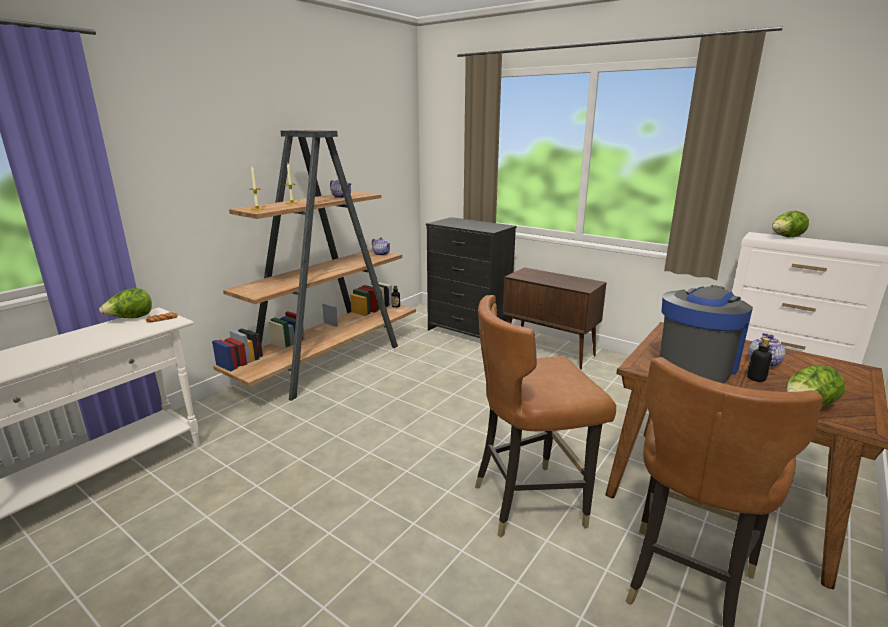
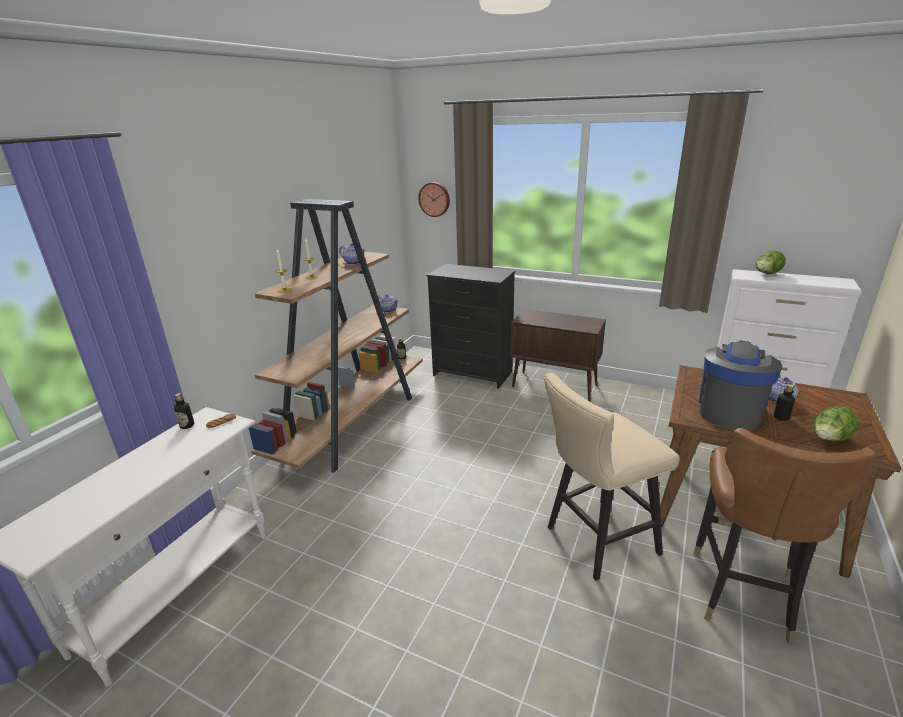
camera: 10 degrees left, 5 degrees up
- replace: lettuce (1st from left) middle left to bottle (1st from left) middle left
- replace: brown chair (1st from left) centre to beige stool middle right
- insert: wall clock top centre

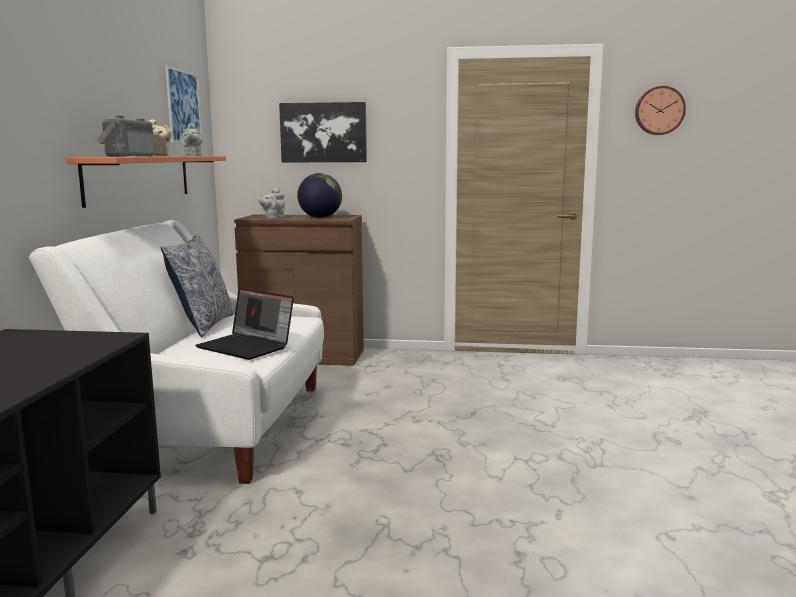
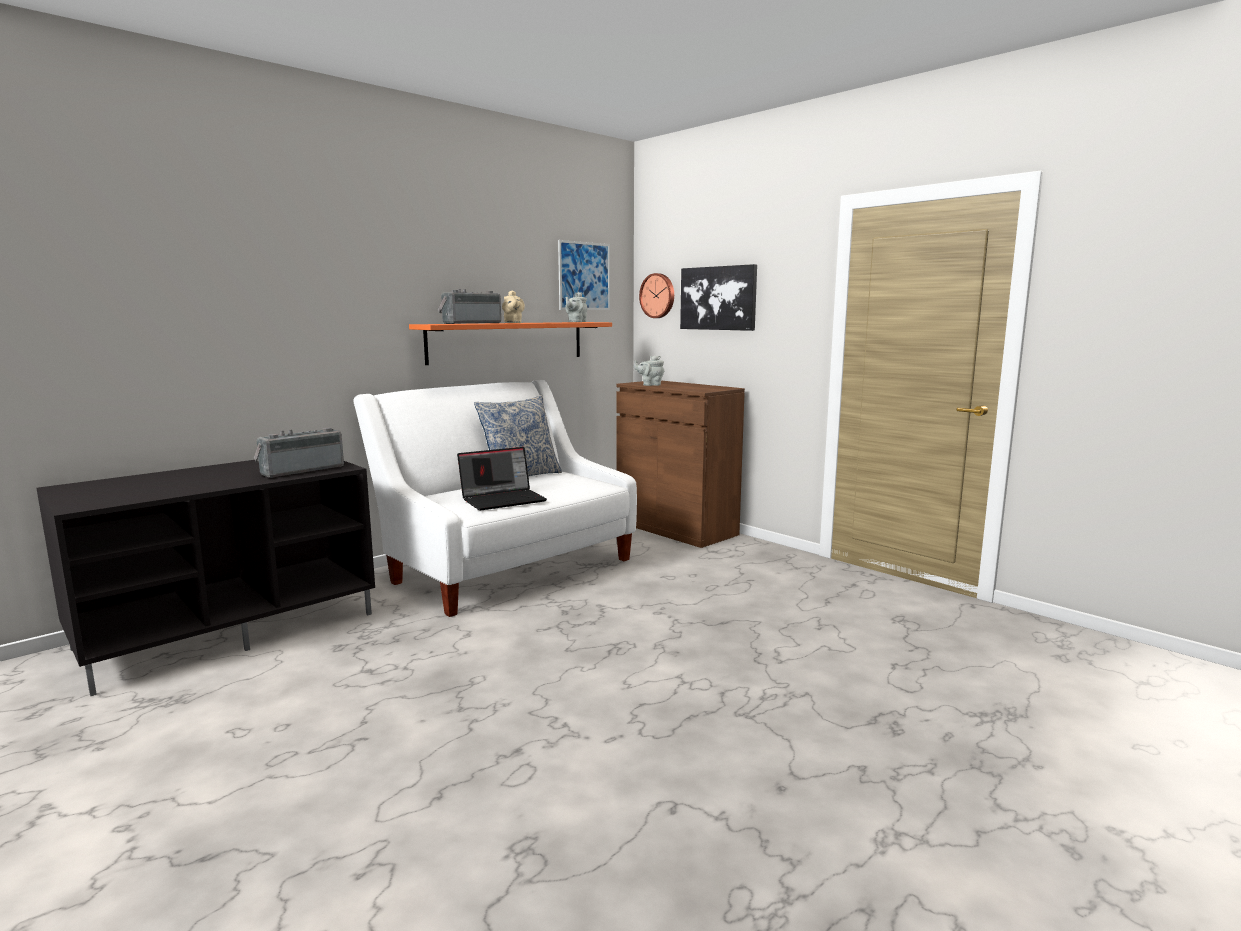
camera: 40 degrees right, 0 degrees up
- rotate: laptop middle left = centre 105 degrees counterclockwise
- delete: globe top centre
- move: wall clock top right to top centre
- insert: radio (1st from left) middle left

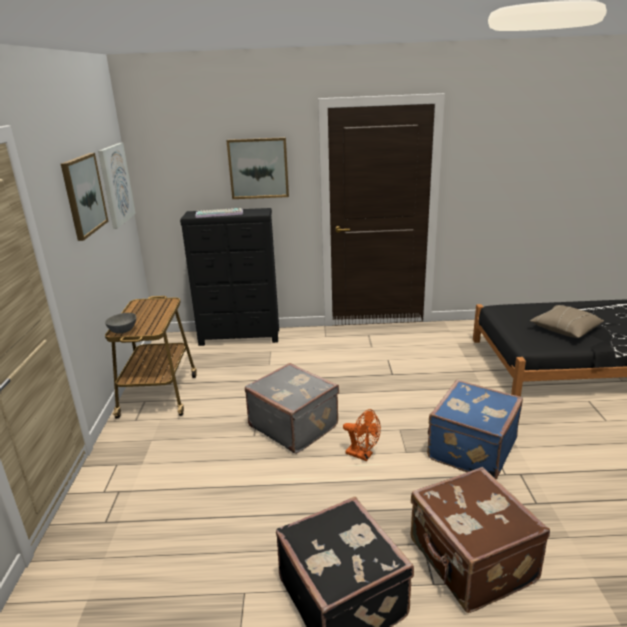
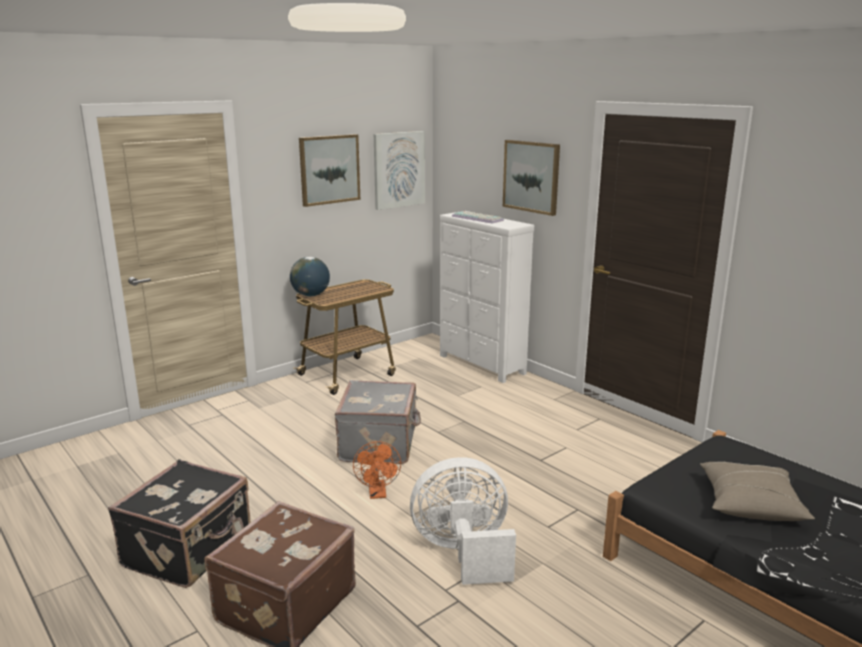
camera: 50 degrees right, 5 degrees down
- replace: grey bowl middle left to globe centre
- recolor: black dresser centre to white dresser centre
- replace: blue suitcase bottom right to white fan bottom centre

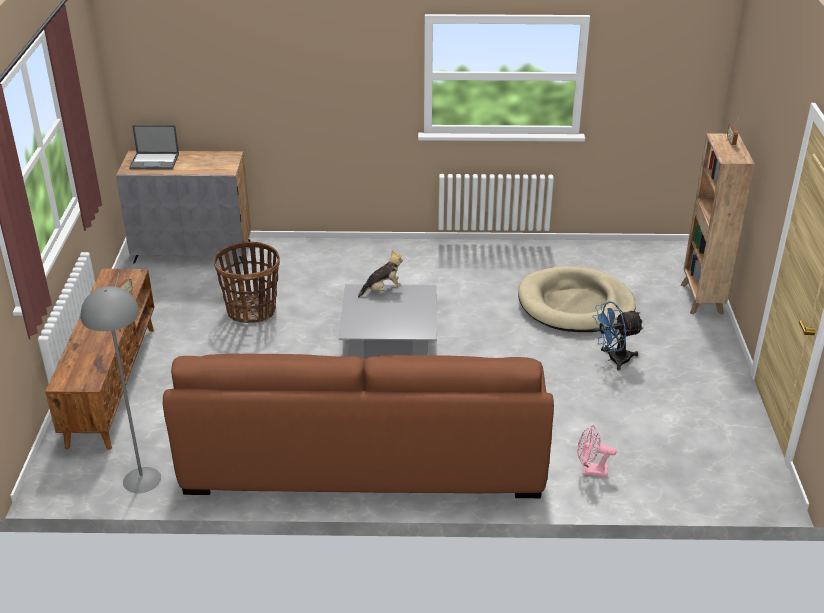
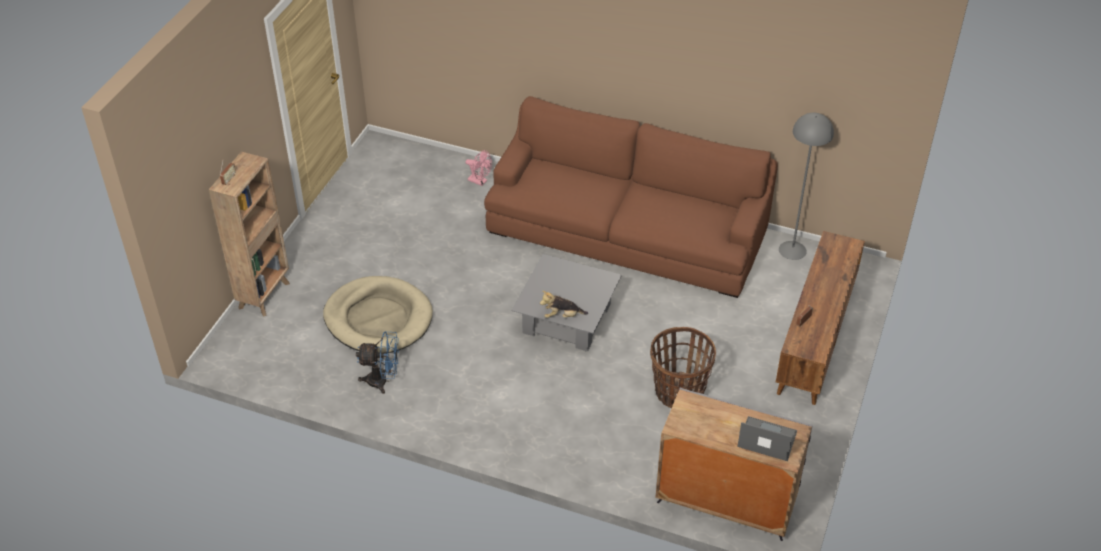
camera: 160 degrees left, 10 degrees up
- move: blue fan middle right to centre

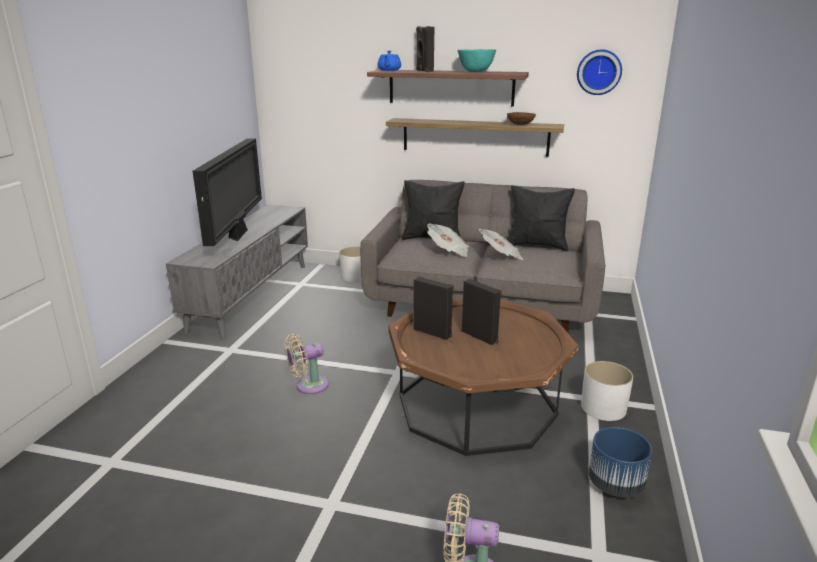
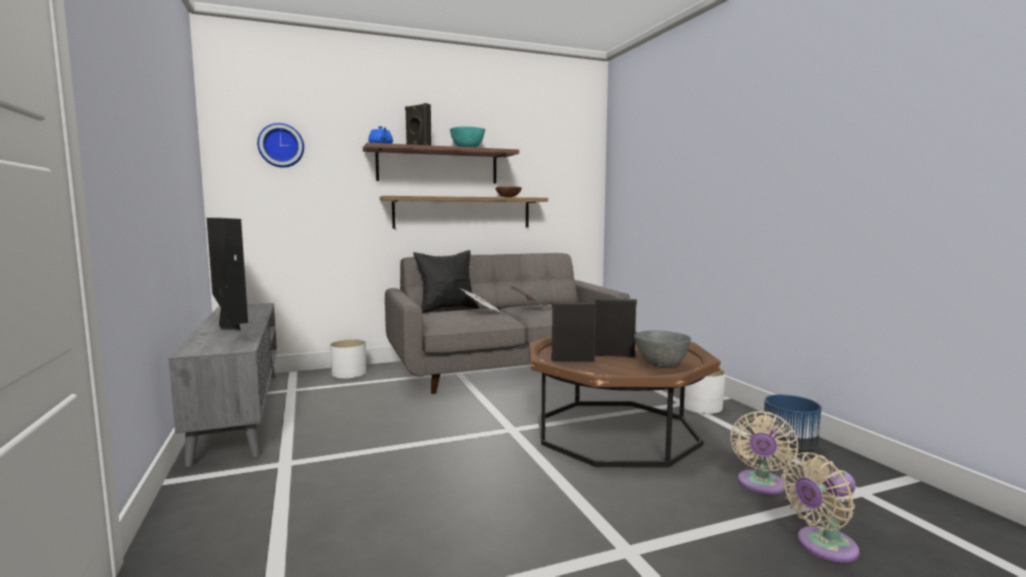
camera: 35 degrees left, 15 degrees down
- move: beige fan (1st from left) centre to bottom right
- delete: black pillow (2nd from left) centre
- move: wall clock top right to top left
- insert: grey bowl centre

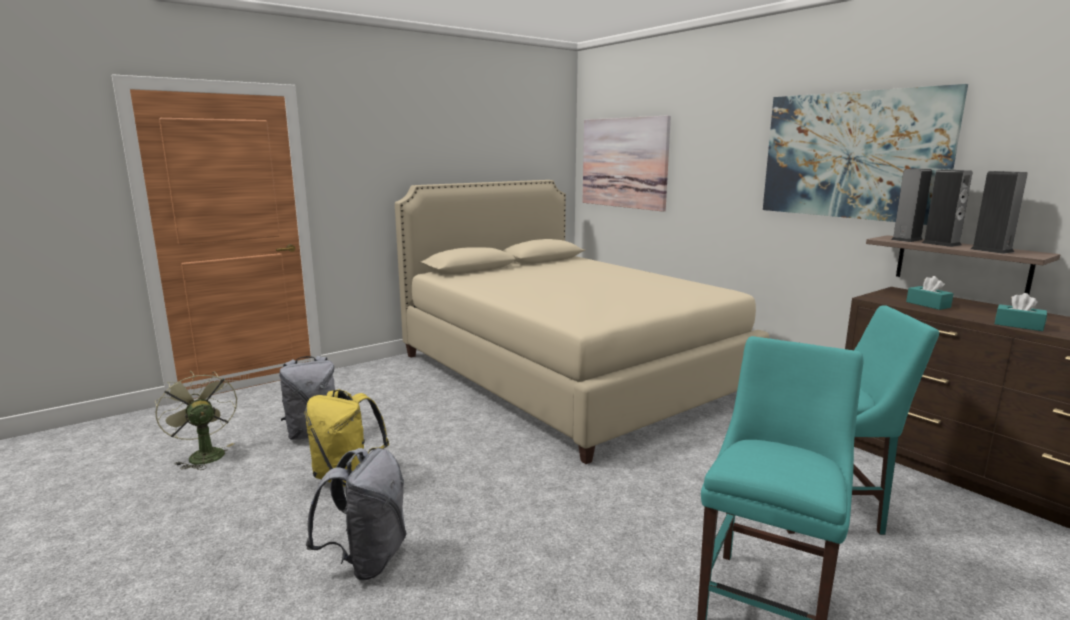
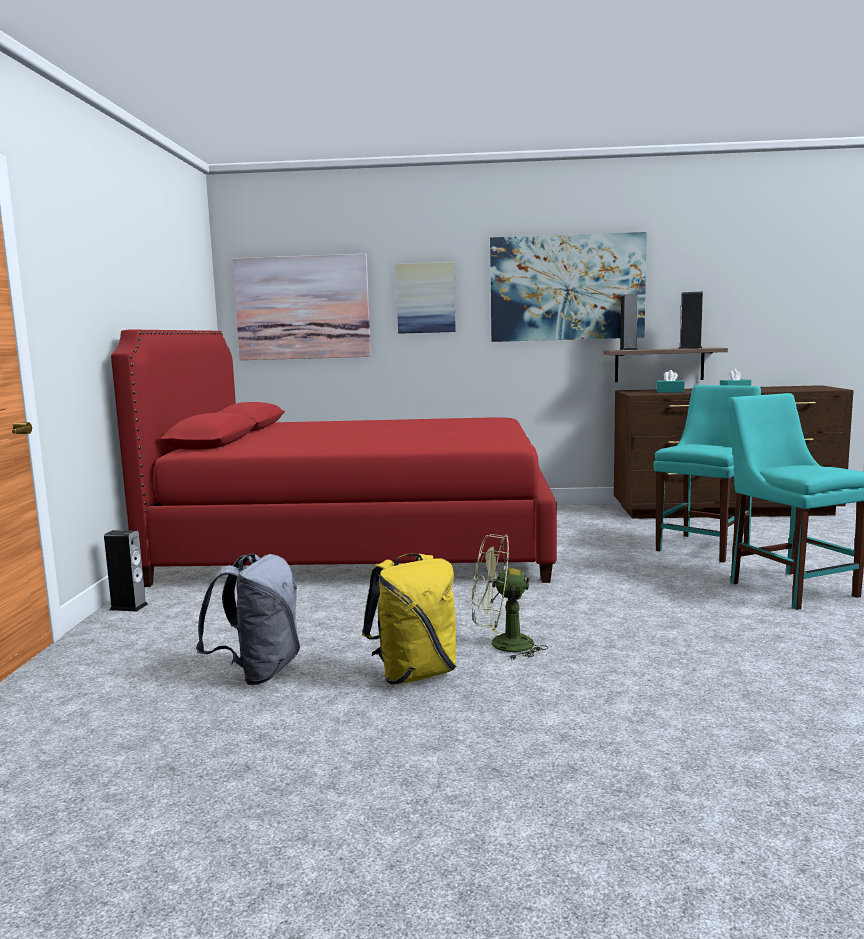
camera: 50 degrees left, 5 degrees down
- move: green fan bottom left to centre
- delete: grey backpack (2nd from left) bottom left
- recolor: beige bed centre to red bed centre
- move: speaker (2nd from left in the first image) middle right to speaker (1st from left) middle left
- insert: picture (2nd from left) top centre

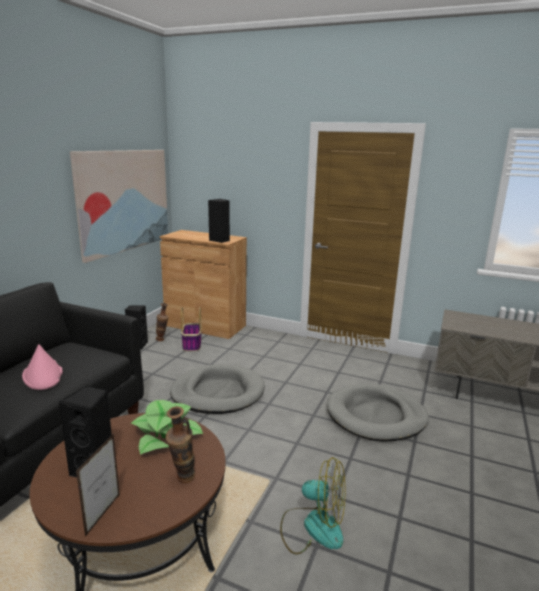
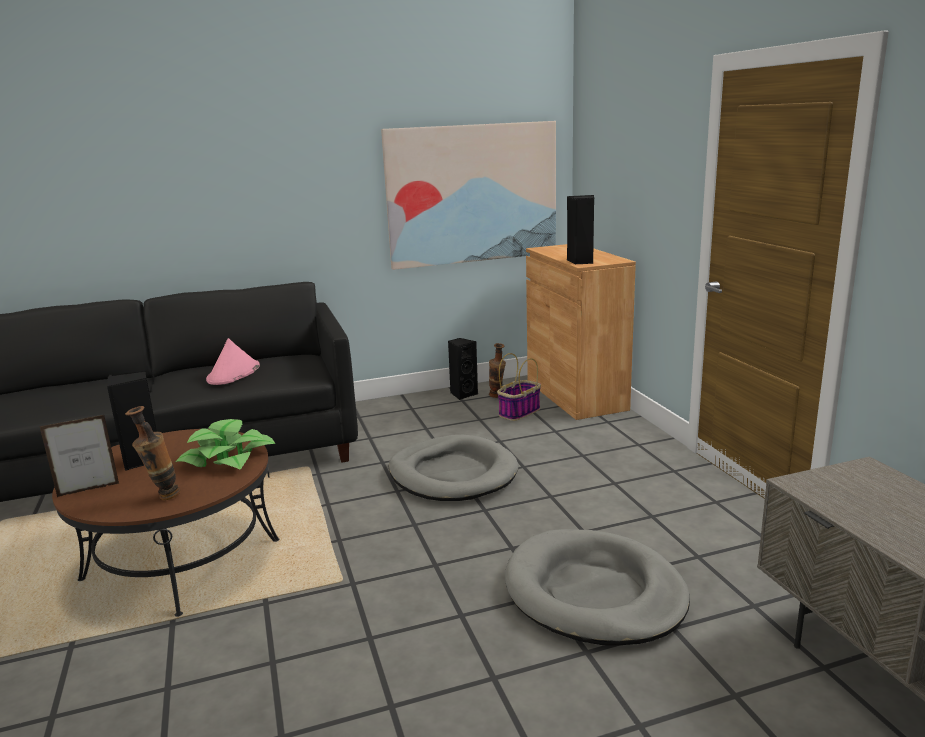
camera: 50 degrees right, 0 degrees up
- delete: fan bottom centre

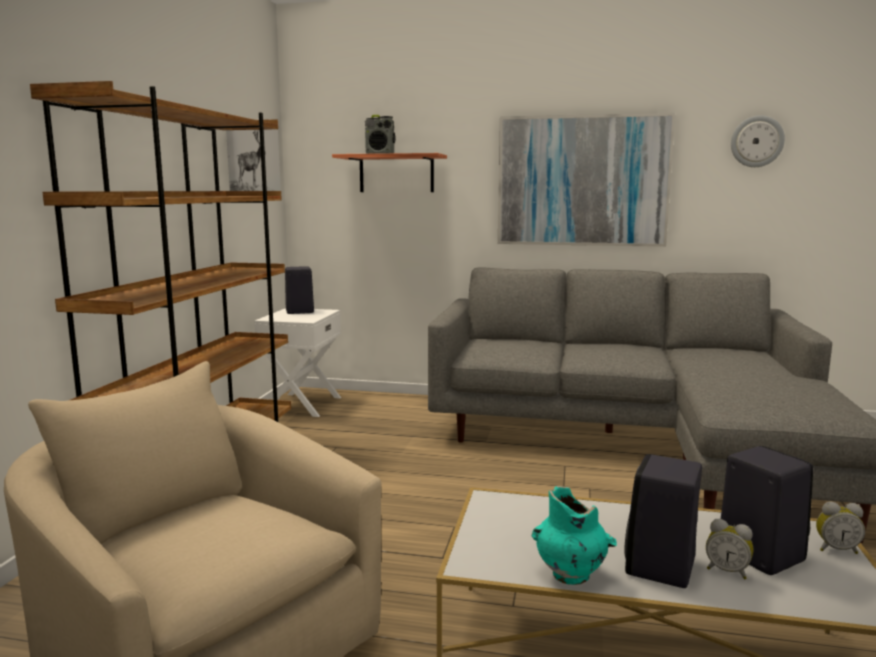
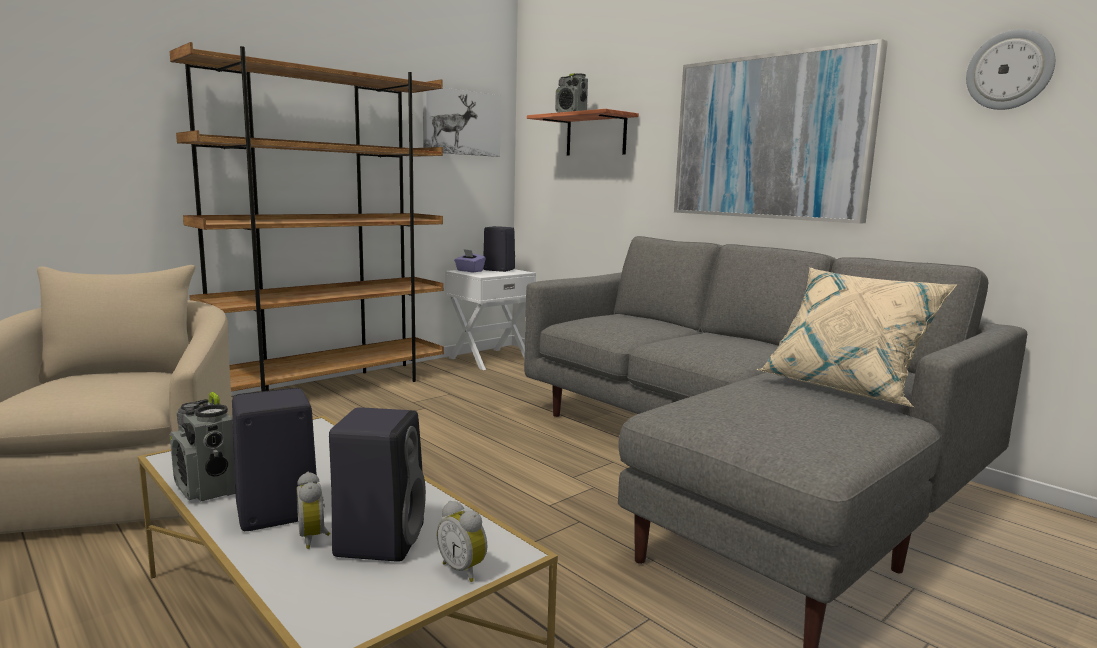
camera: 35 degrees right, 0 degrees up
- replace: turquoise vase bottom centre to radio (1st from left) bottom left
- insert: purple tissue box centre
- insert: beige pillow middle right

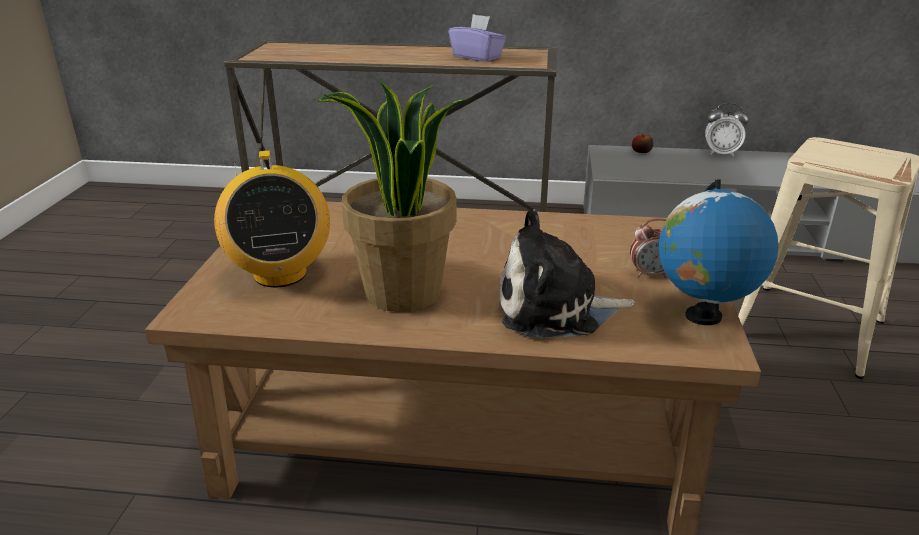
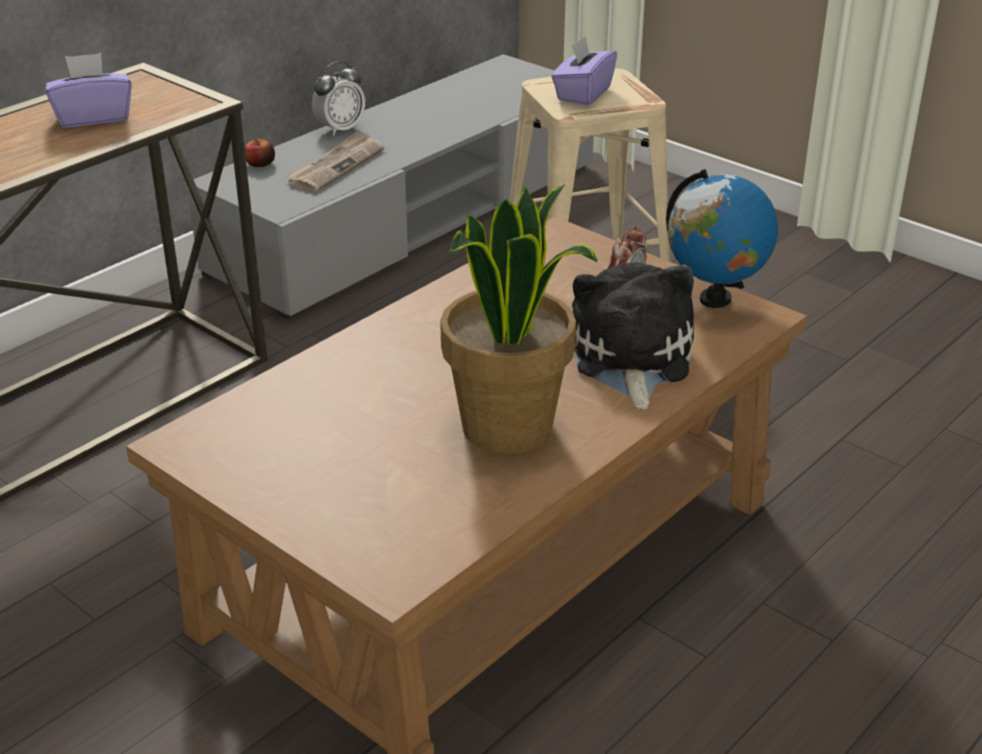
camera: 55 degrees left, 5 degrees up
- delete: radio middle left
- rotate: plush toy centre = centre 150 degrees clockwise
- insert: newspaper top centre
- insert: purple tissue box (2nd from left) top centre

